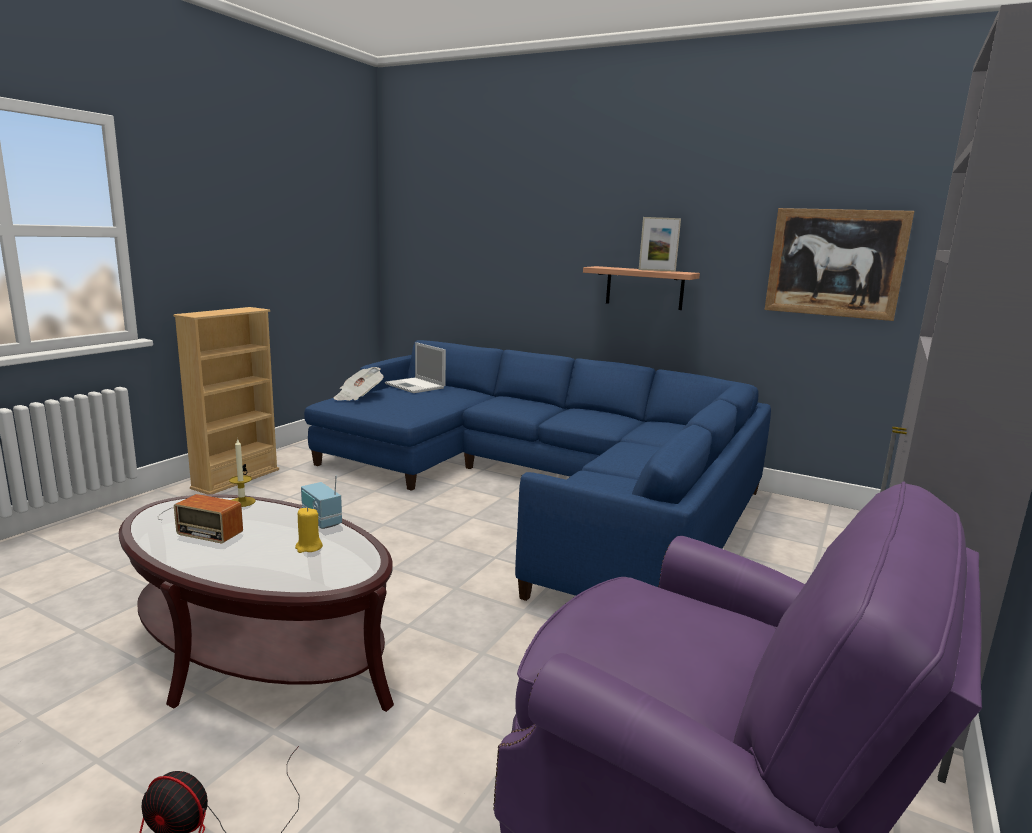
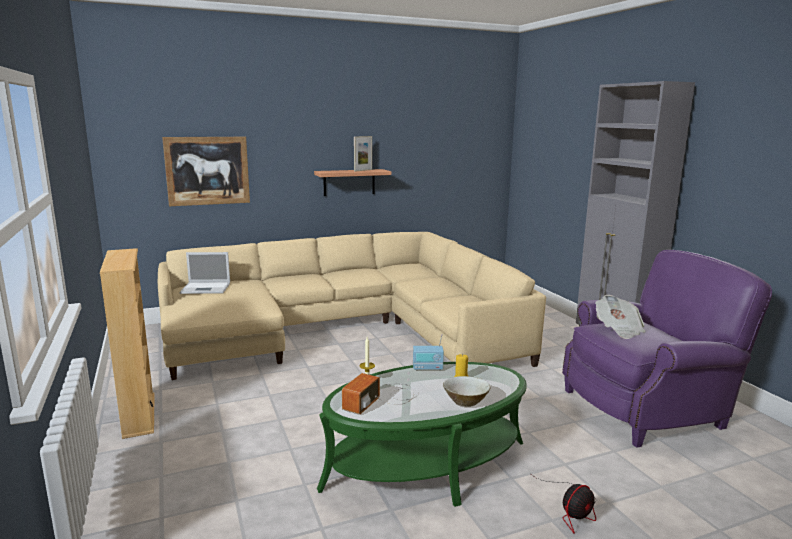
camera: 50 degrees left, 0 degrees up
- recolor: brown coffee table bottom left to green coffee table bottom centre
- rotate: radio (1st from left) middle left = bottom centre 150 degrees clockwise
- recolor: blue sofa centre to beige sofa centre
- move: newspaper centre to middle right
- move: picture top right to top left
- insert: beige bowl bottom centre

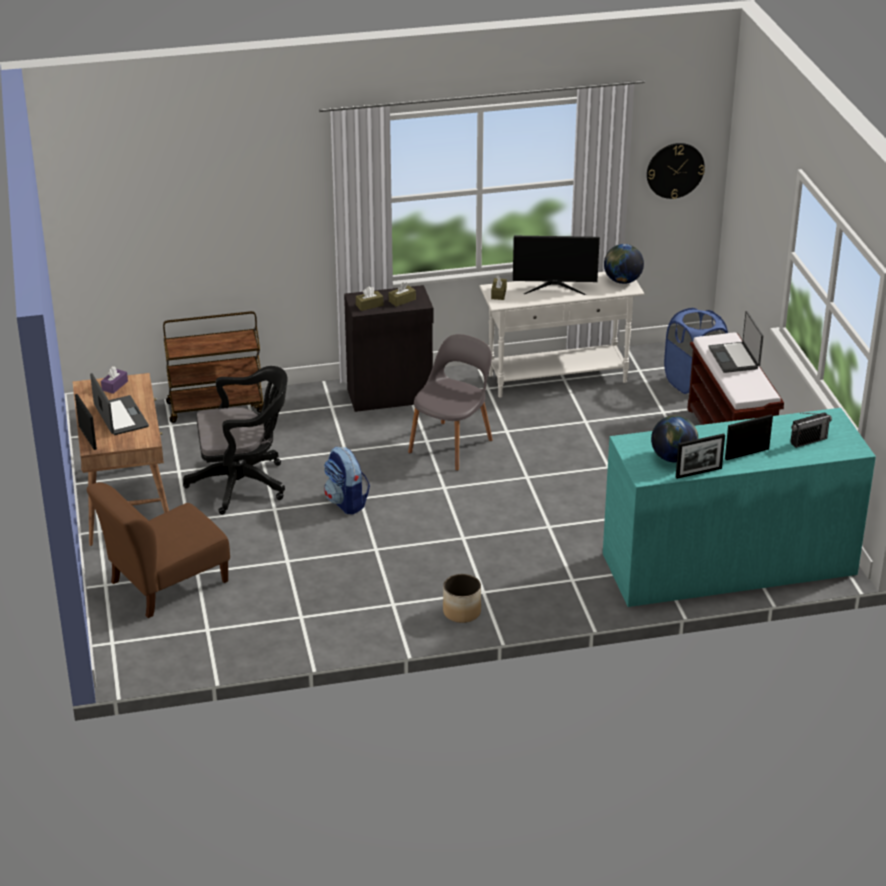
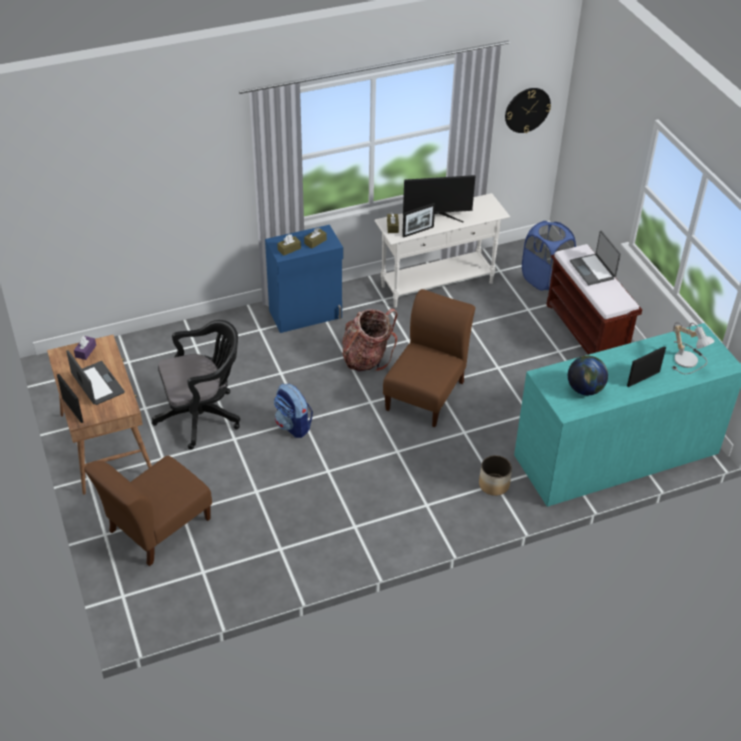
camera: 10 degrees left, 10 degrees up
- delete: brown cart middle left
- recolor: black cabinet centre to blue cabinet centre
- replace: grey chair centre to backpack (2nd from left) centre
- move: planter bottom centre to middle right
- delete: globe (1st from left) top right
- move: picture frame (2nd from left) middle right to top centre
- replace: radio middle right to table lamp middle right
- insert: brown chair (2nd from left) centre

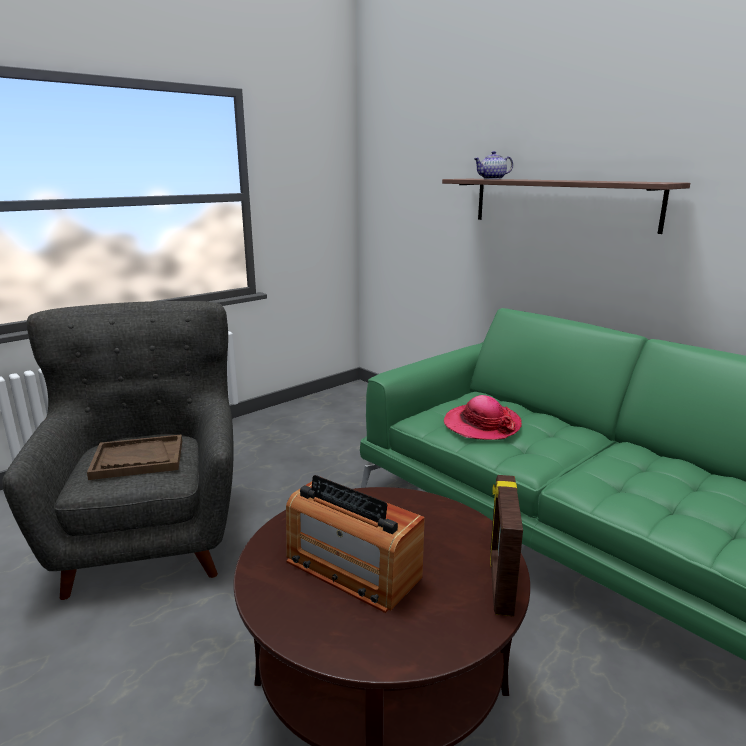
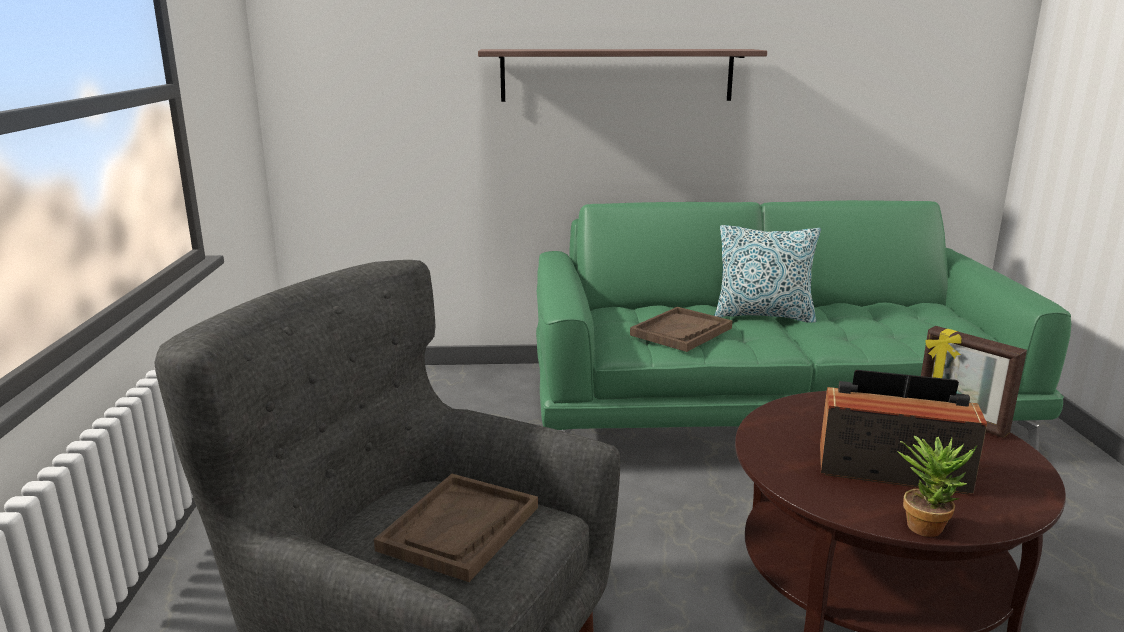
camera: 50 degrees left, 0 degrees up
- rotate: radio bottom centre = bottom right 150 degrees counterclockwise
- replace: hat centre to brown tray (2nd from left) centre
- delete: teapot top centre
- insert: pillow middle right
- insert: potted plant bottom right

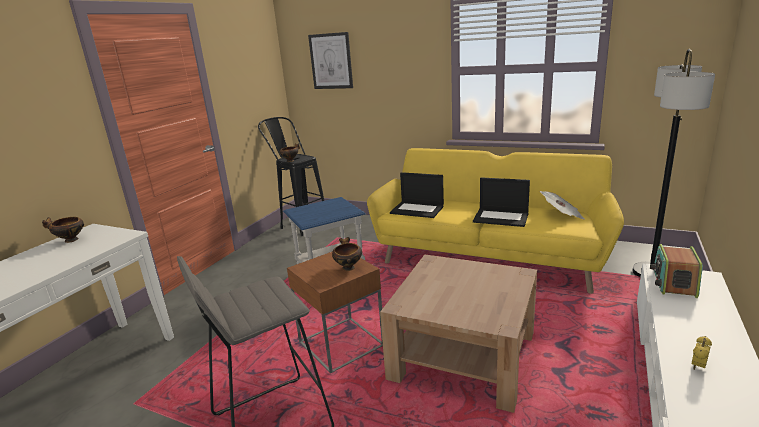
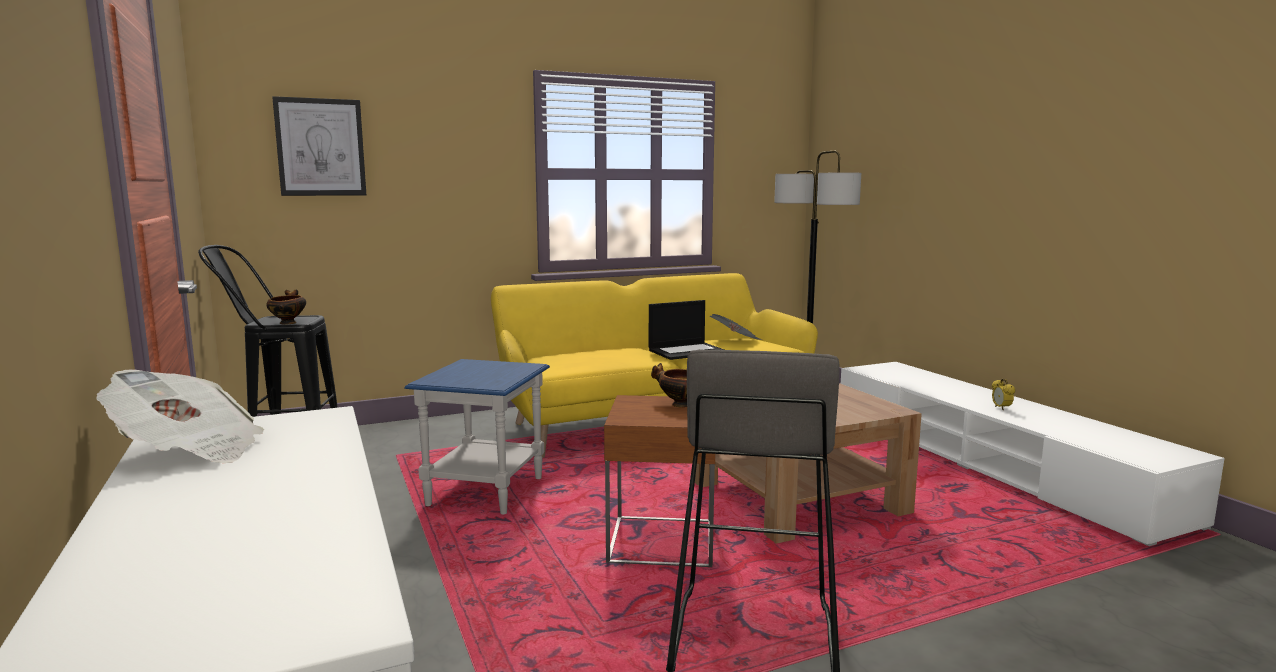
camera: 50 degrees left, 10 degrees down
- replace: bowl (1st from left) middle left to newspaper (1st from left) middle left
- delete: laptop (1st from left) centre
- delete: radio middle right

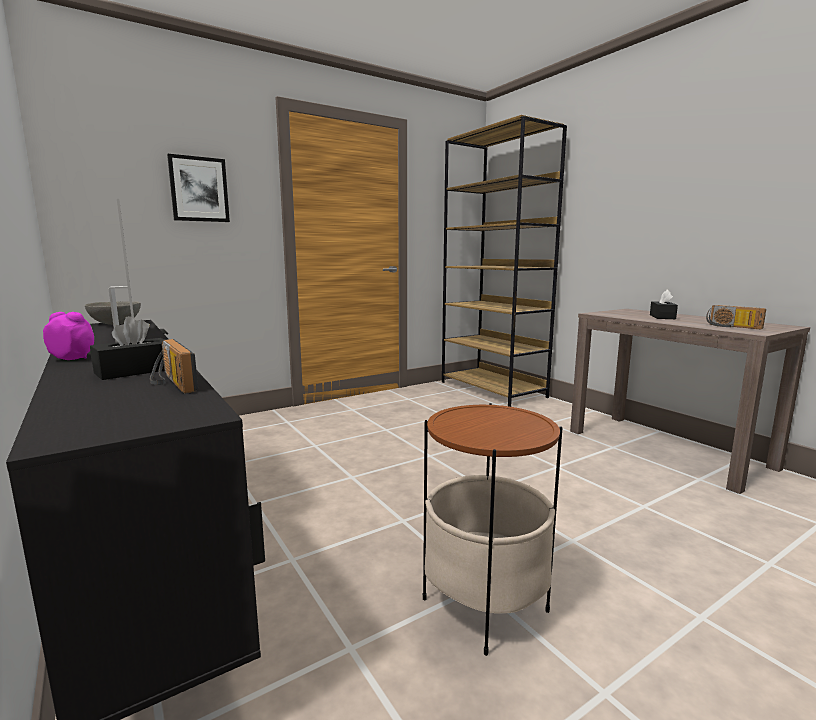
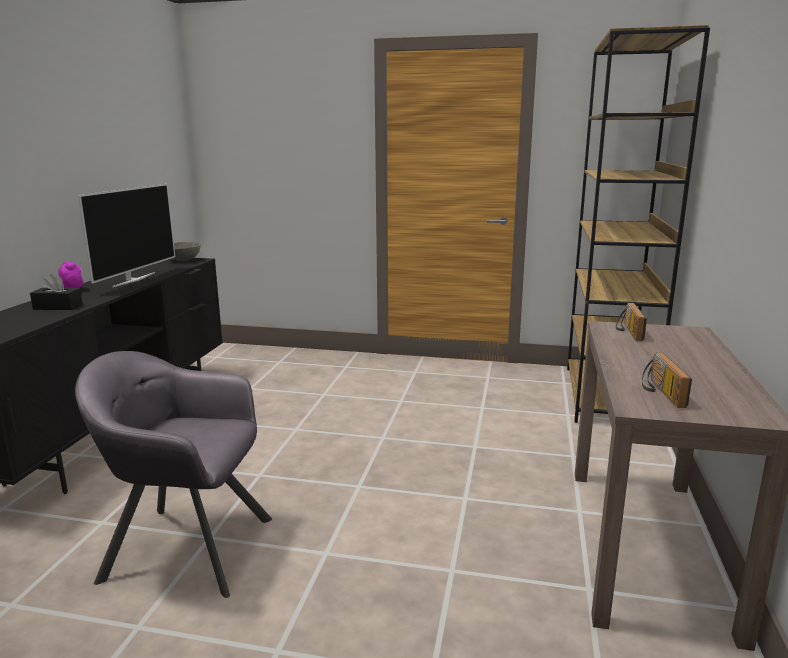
camera: 45 degrees right, 5 degrees up
- move: radio (1st from left) middle left to middle right
- delete: picture top left
- replace: side table bottom centre to grey armchair bottom left
- delete: black tissue box (2nd from left) middle right

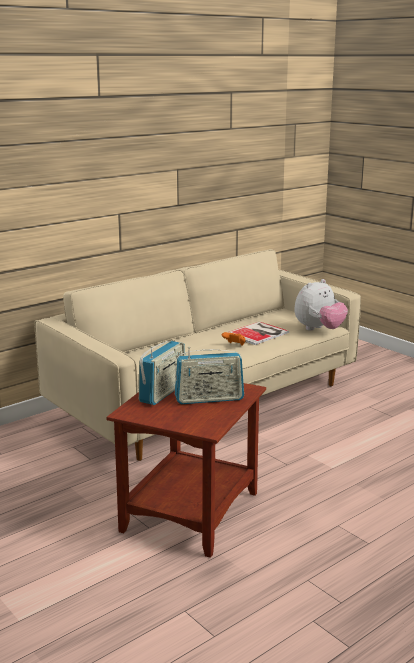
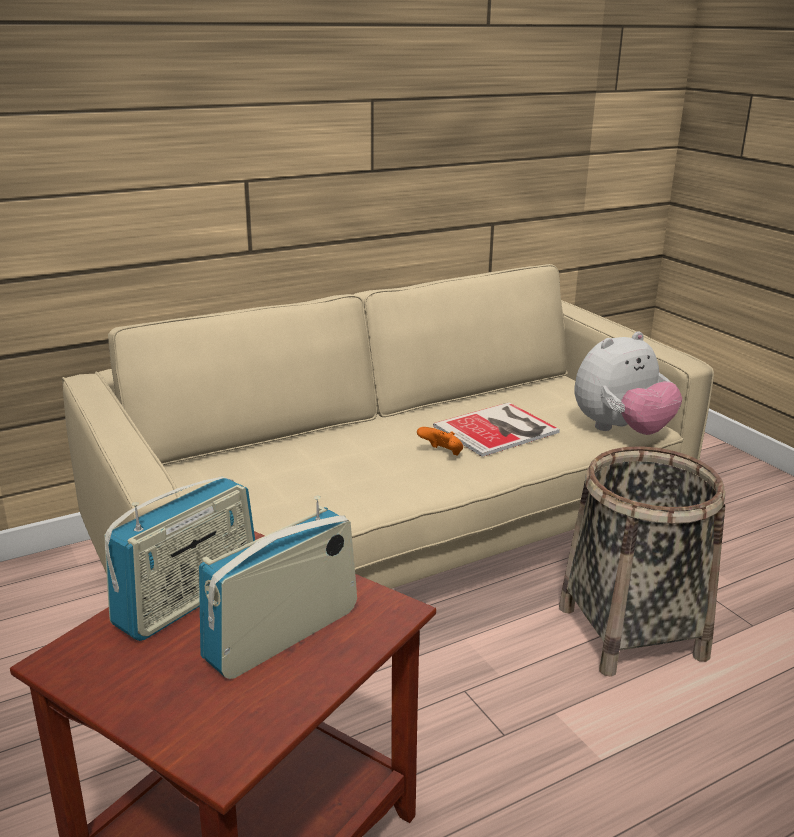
camera: 10 degrees right, 5 degrees up
- rotate: radio (2nd from left) centre = bottom centre 135 degrees clockwise
- insert: basket bottom right

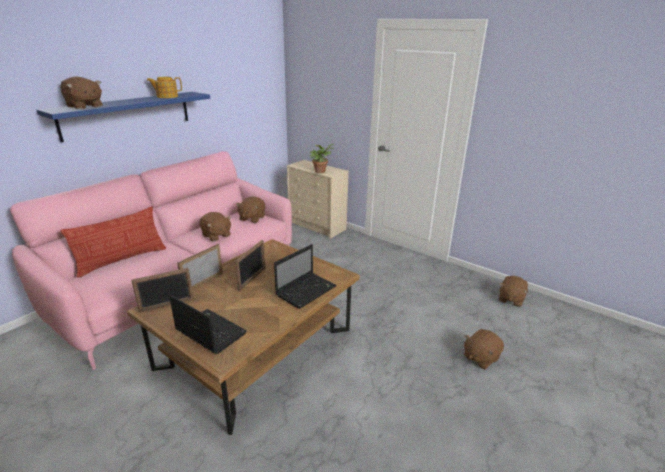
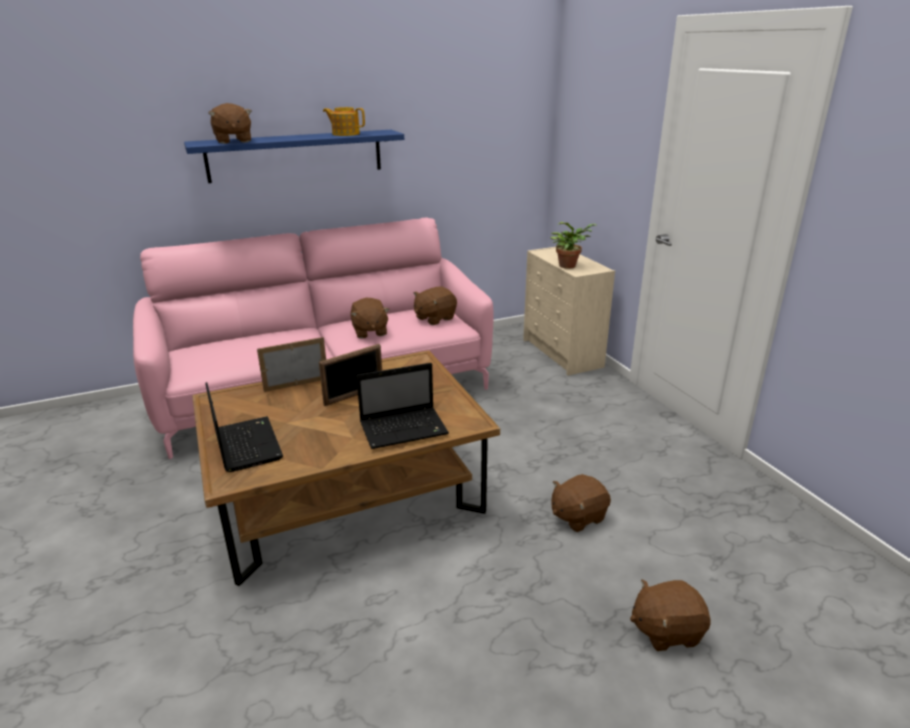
camera: 30 degrees right, 0 degrees up
- delete: pillow middle left
- delete: picture frame (1st from left) middle left
- move: brown plush toy (5th from left in the first image) middle right to brown plush toy (4th from left) bottom centre

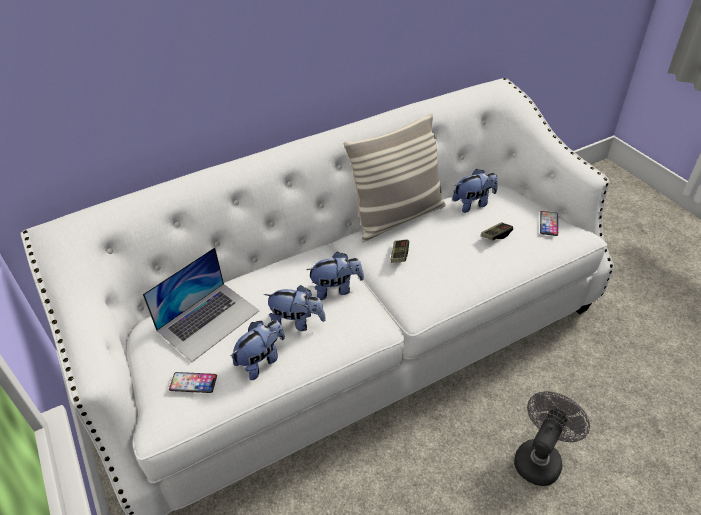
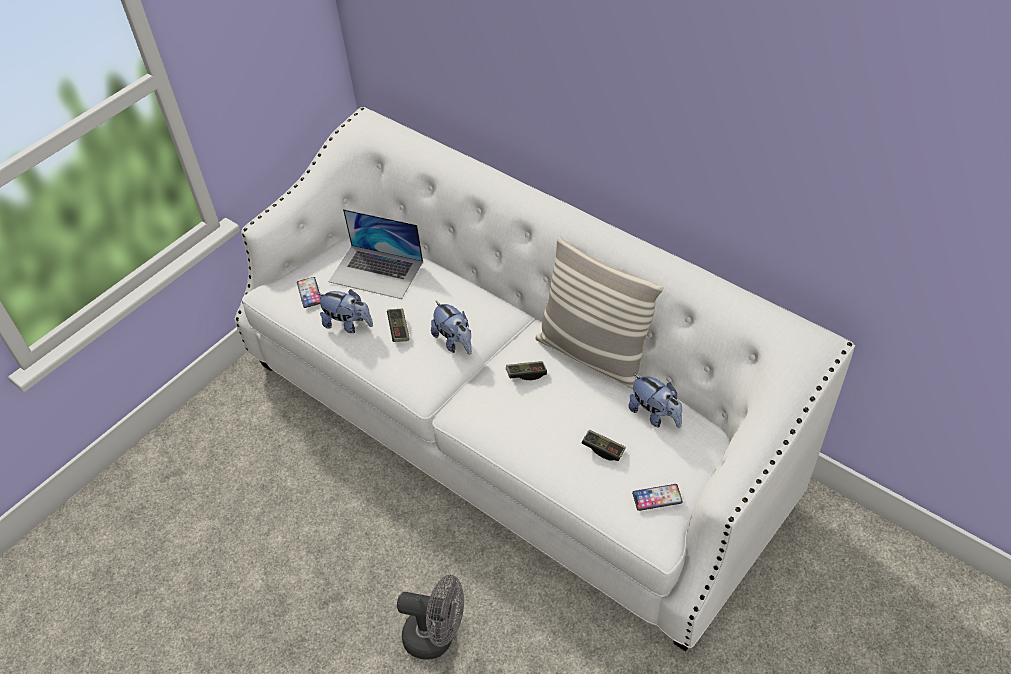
camera: 70 degrees right, 5 degrees up
- replace: plush toy (2nd from left) centre to game controller (1st from left) centre

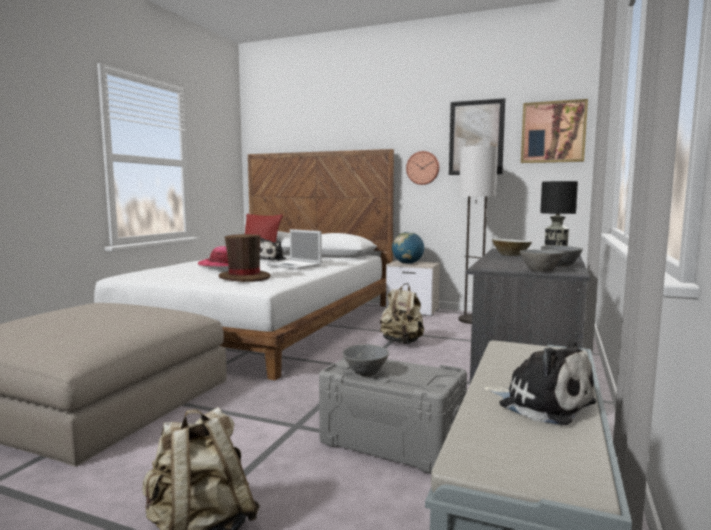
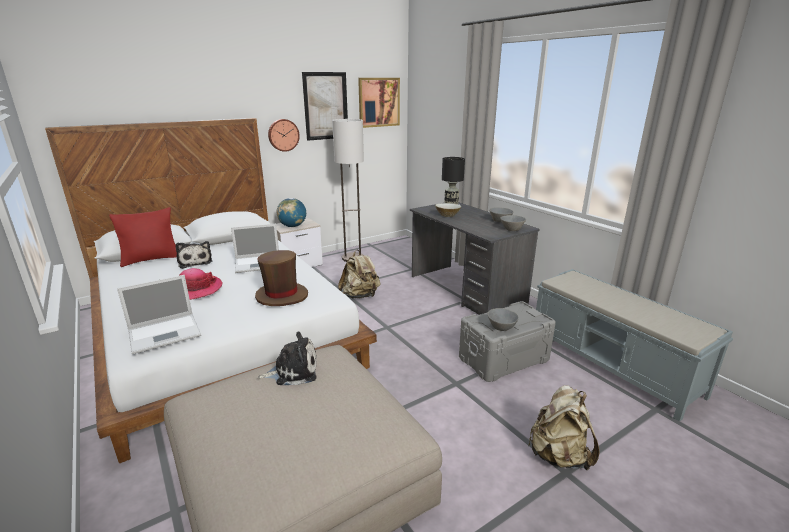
camera: 55 degrees left, 15 degrees up
- move: plush toy (2nd from left) bottom right to bottom centre
- insert: laptop (1st from left) middle left

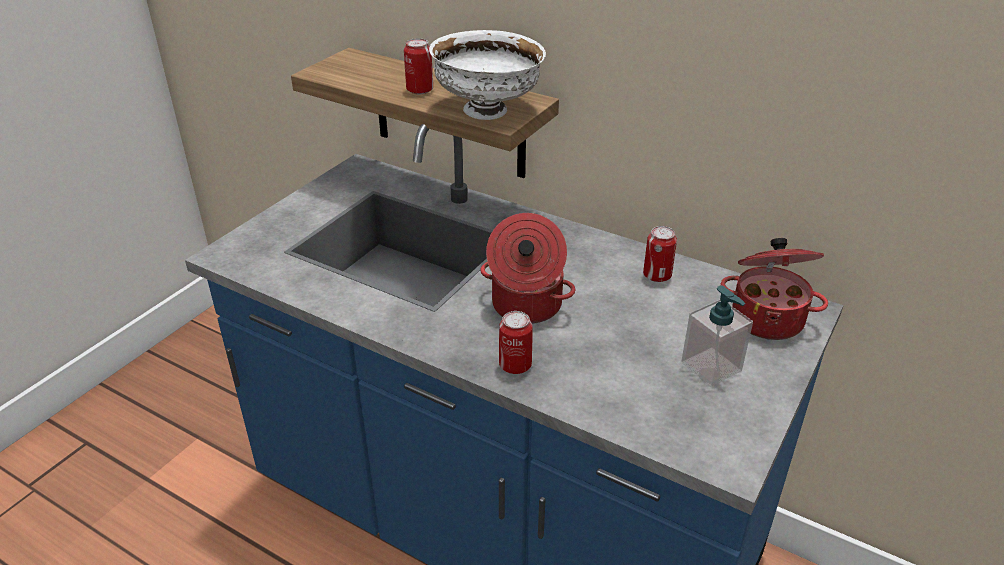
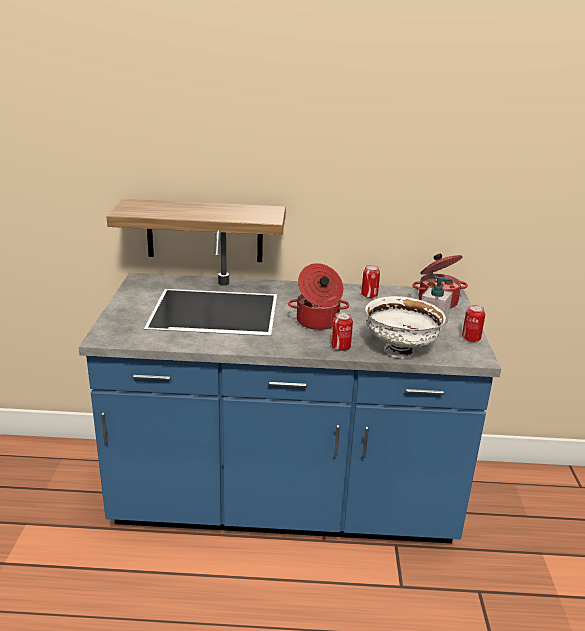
camera: 30 degrees left, 10 degrees down
- move: can (1st from left in the first image) top centre to can (3rd from left) middle right
- move: white bowl top centre to middle right

